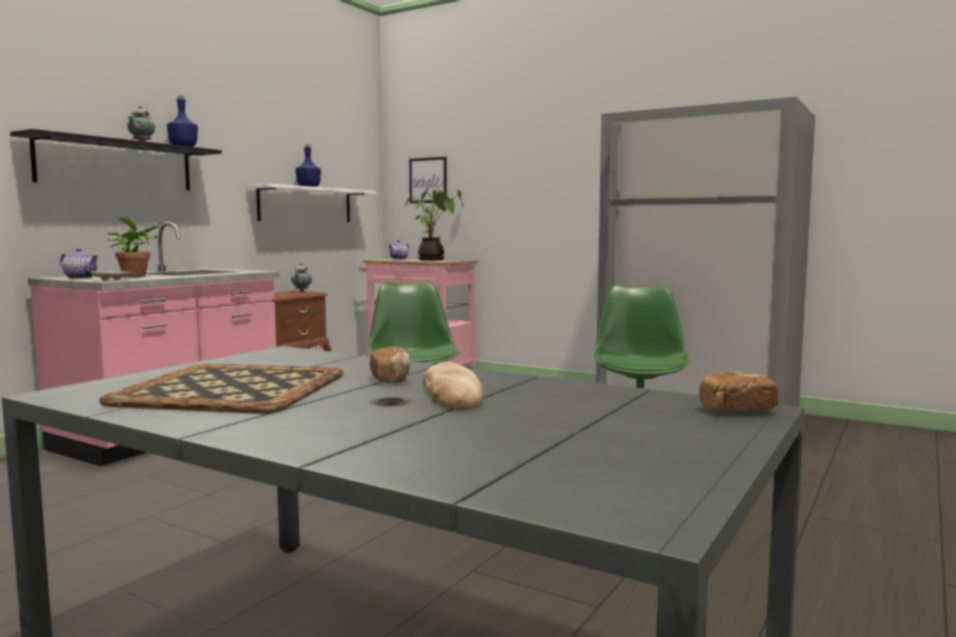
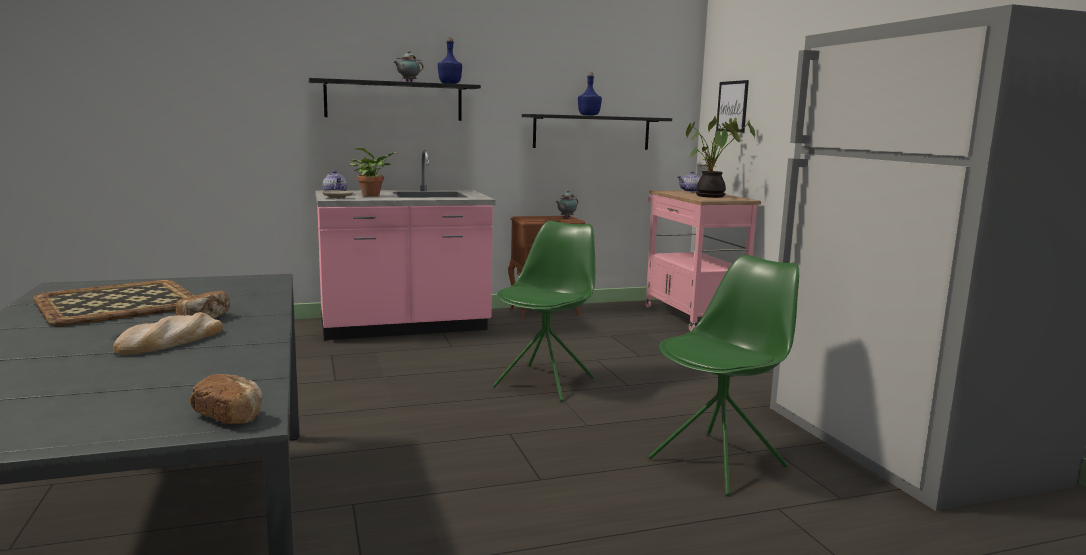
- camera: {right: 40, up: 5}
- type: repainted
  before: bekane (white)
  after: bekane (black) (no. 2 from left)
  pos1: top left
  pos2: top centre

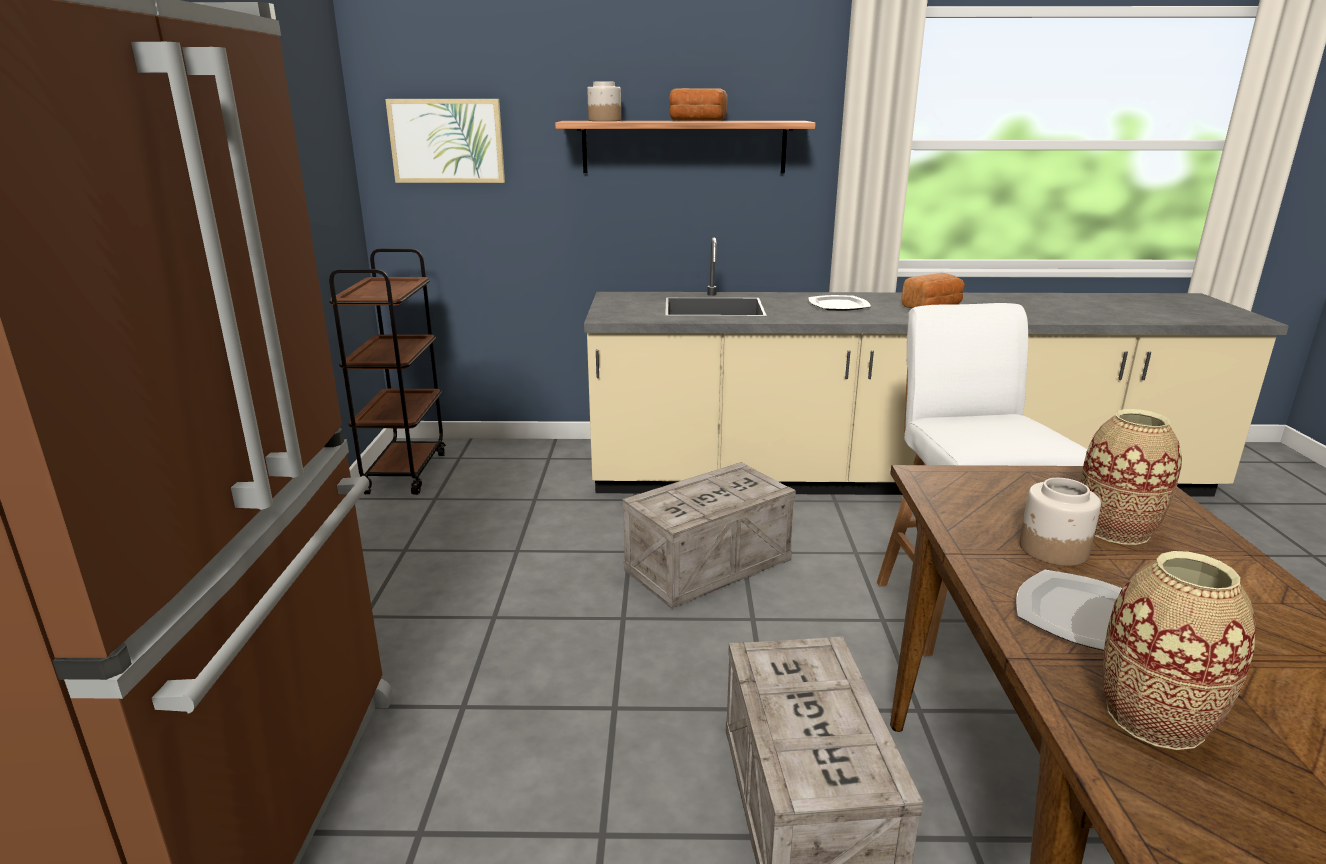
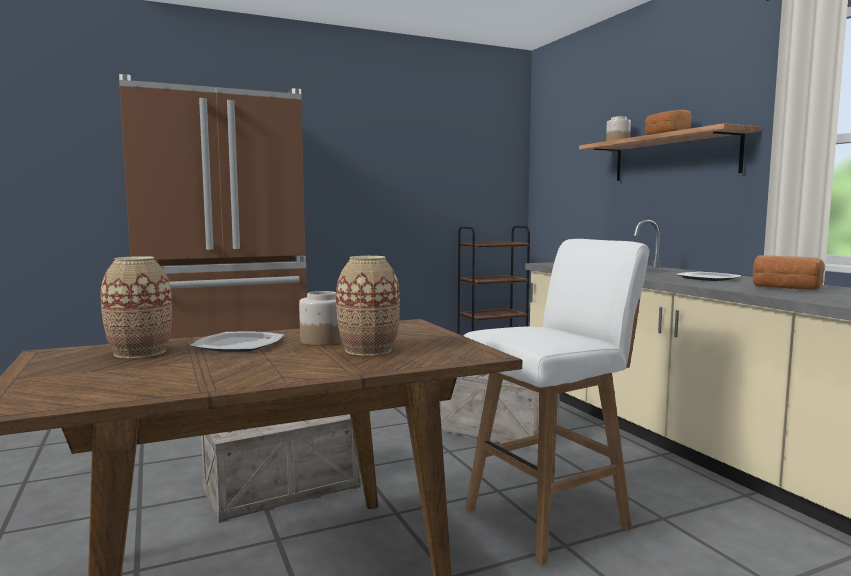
- camera: {right: 65, up: -15}
- type: gone
  before: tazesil
  pos1: top centre

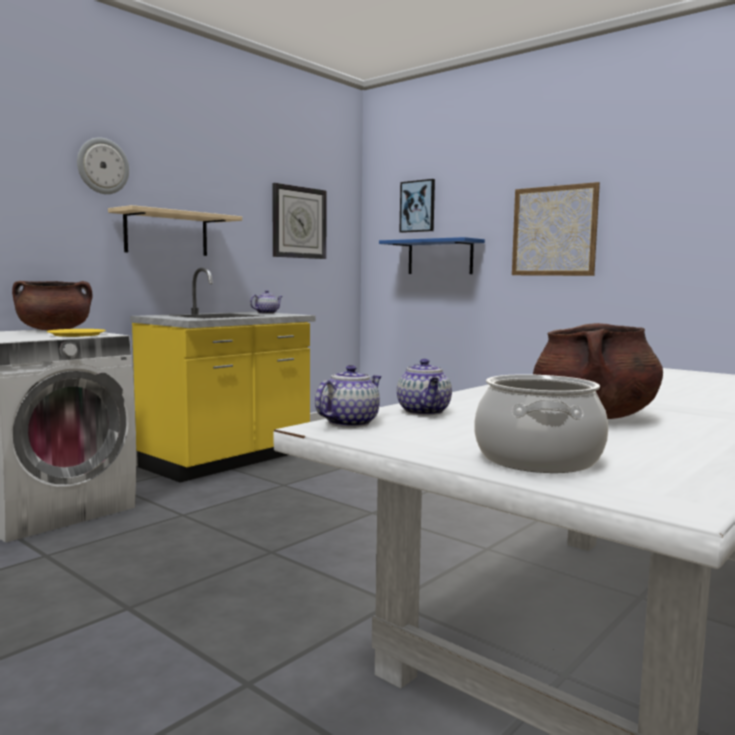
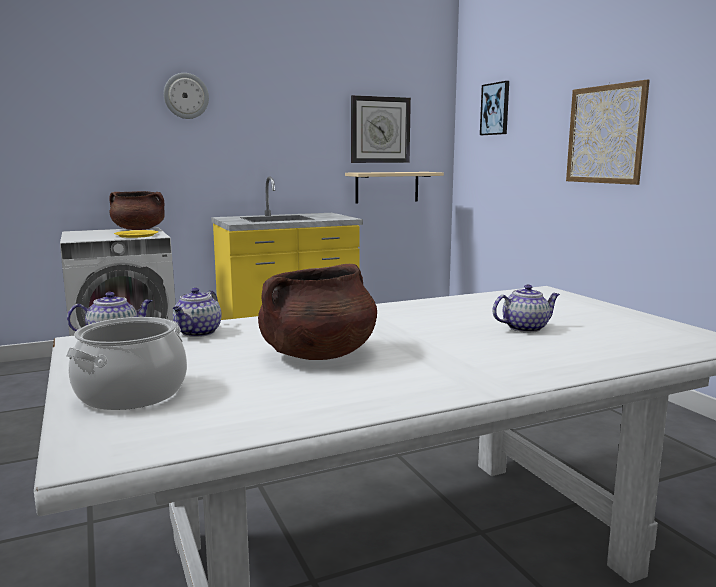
- camera: {right: 25, up: 5}
- type: gone
  before: bekane (blue)
  pos1: centre
- type: shifted
  before: bekane (beige)
  pos1: top left
  pos2: top centre
- type: shifted
  before: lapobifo (no. 1 from left in the first image)
  after: lapobifo (no. 3 from left)
  pos1: centre
  pos2: middle right

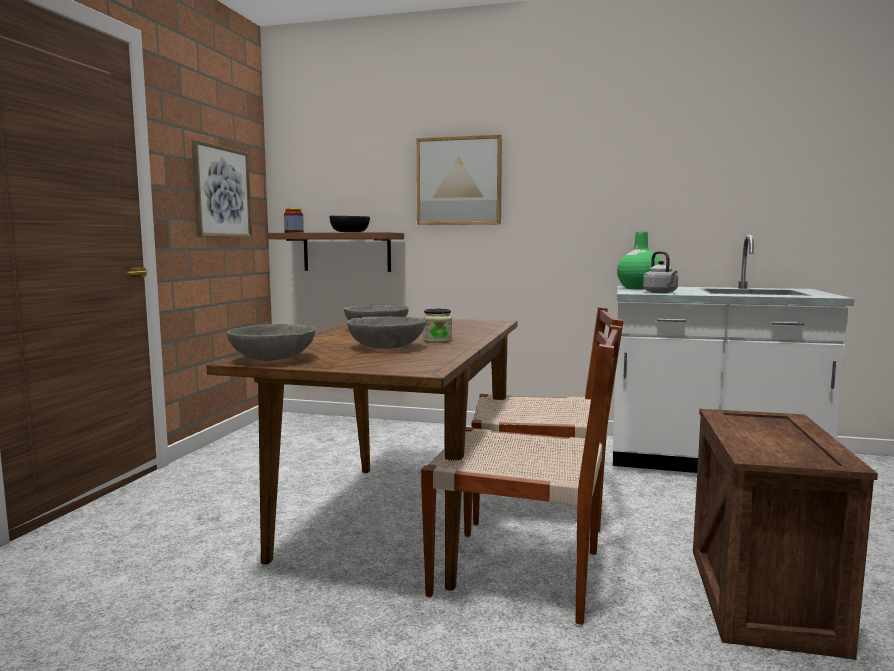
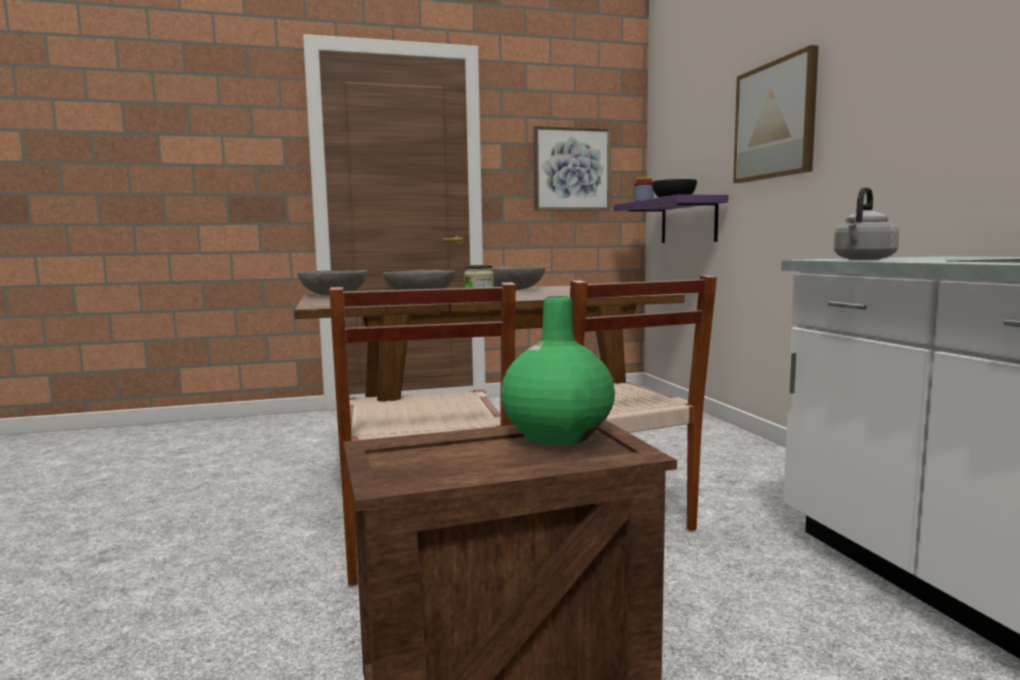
- camera: {right: 60, up: 0}
- type: shifted
  before: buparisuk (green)
  pos1: middle right
  pos2: centre
- type: repainted
  before: bekane (brown)
  after: bekane (purple)
  pos1: centre
  pos2: top centre

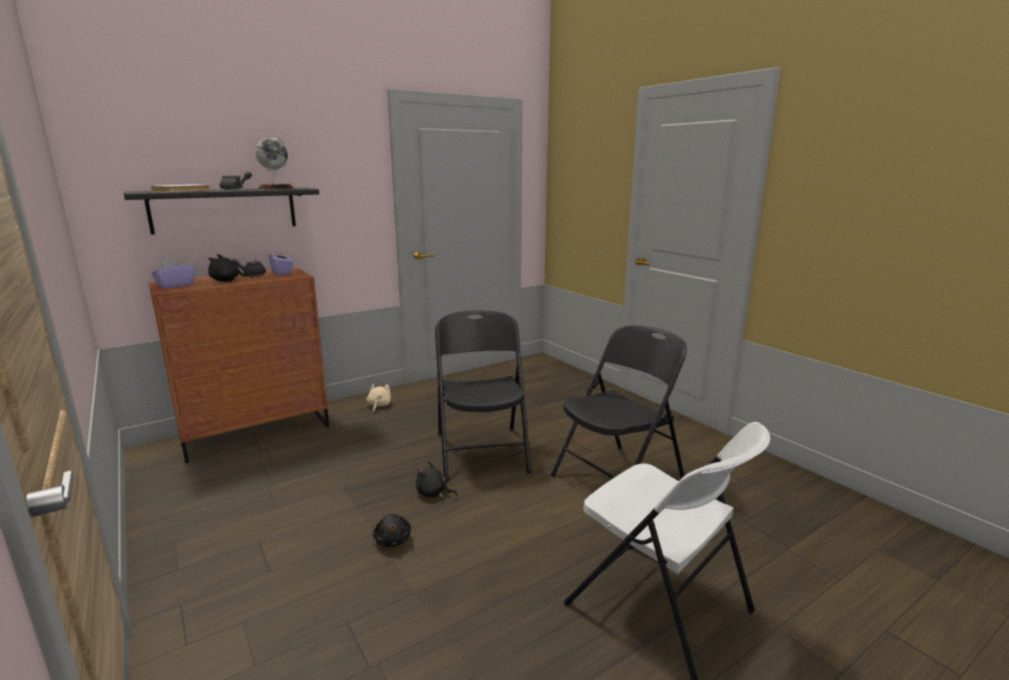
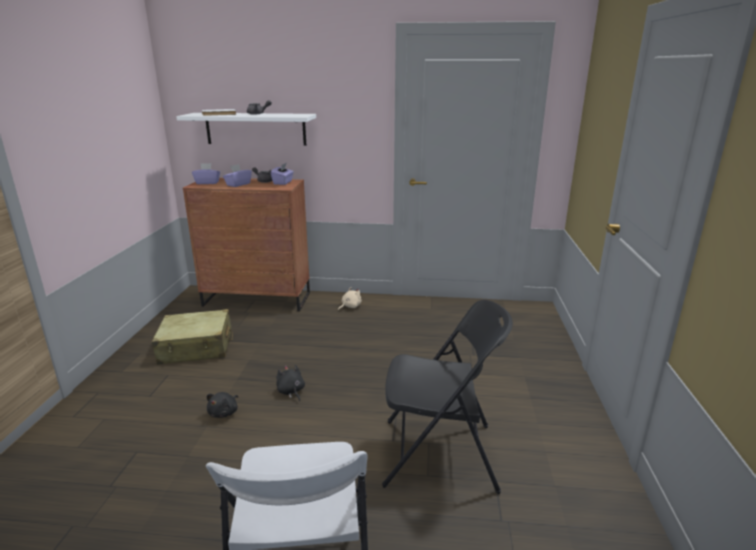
- camera: {right: 40, up: 5}
- type: gone
  before: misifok
  pos1: top left
- type: gone
  before: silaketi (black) (no. 1 from left)
  pos1: centre
- type: new
  after: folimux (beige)
  pos2: middle left
- type: swapped
  before: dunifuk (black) (no. 1 from left)
  after: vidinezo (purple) (no. 2 from left)
  pos1: middle left
  pos2: top left
- type: repainted
  before: bekane (black)
  after: bekane (white)
  pos1: top left
  pos2: top left

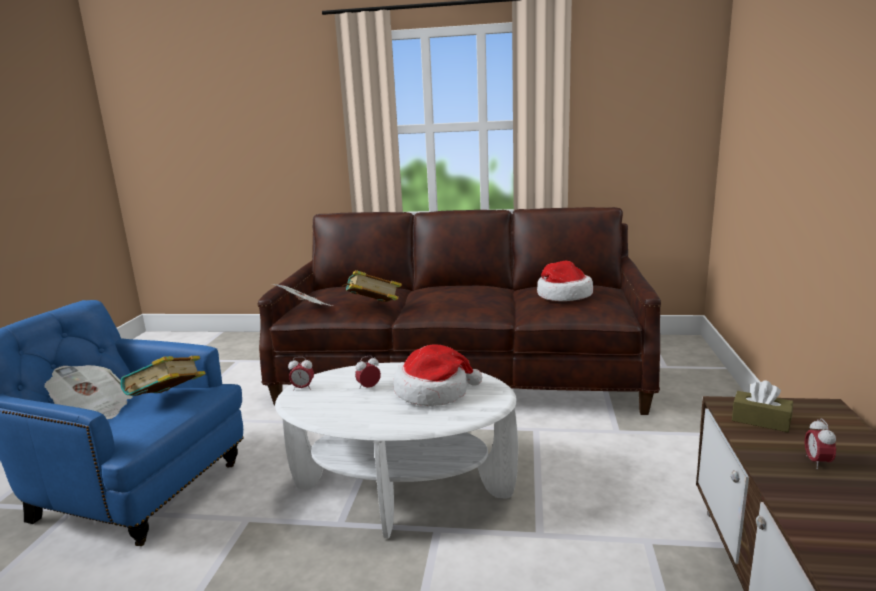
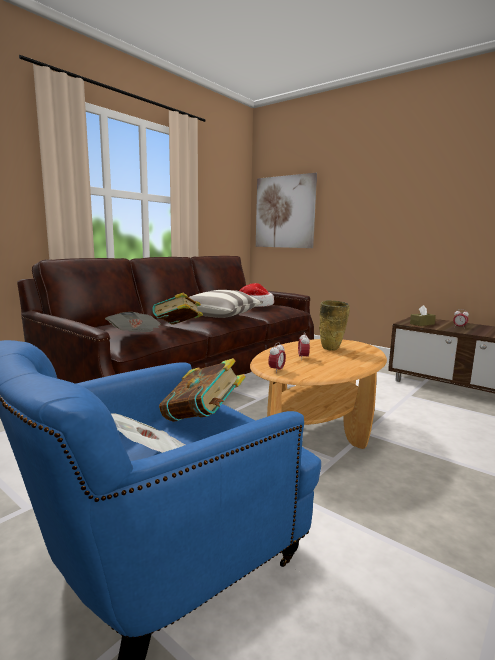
- camera: {right: -60, up: -5}
- type: new
  after: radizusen
  pos2: centre
- type: new
  after: tazesil
  pos2: top centre
- type: swapped
  before: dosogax (no. 1 from left)
  after: buparisuk (beige)
  pos1: centre
  pos2: middle right
- type: repainted
  before: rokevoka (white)
  after: rokevoka (brown)
  pos1: bottom centre
  pos2: centre

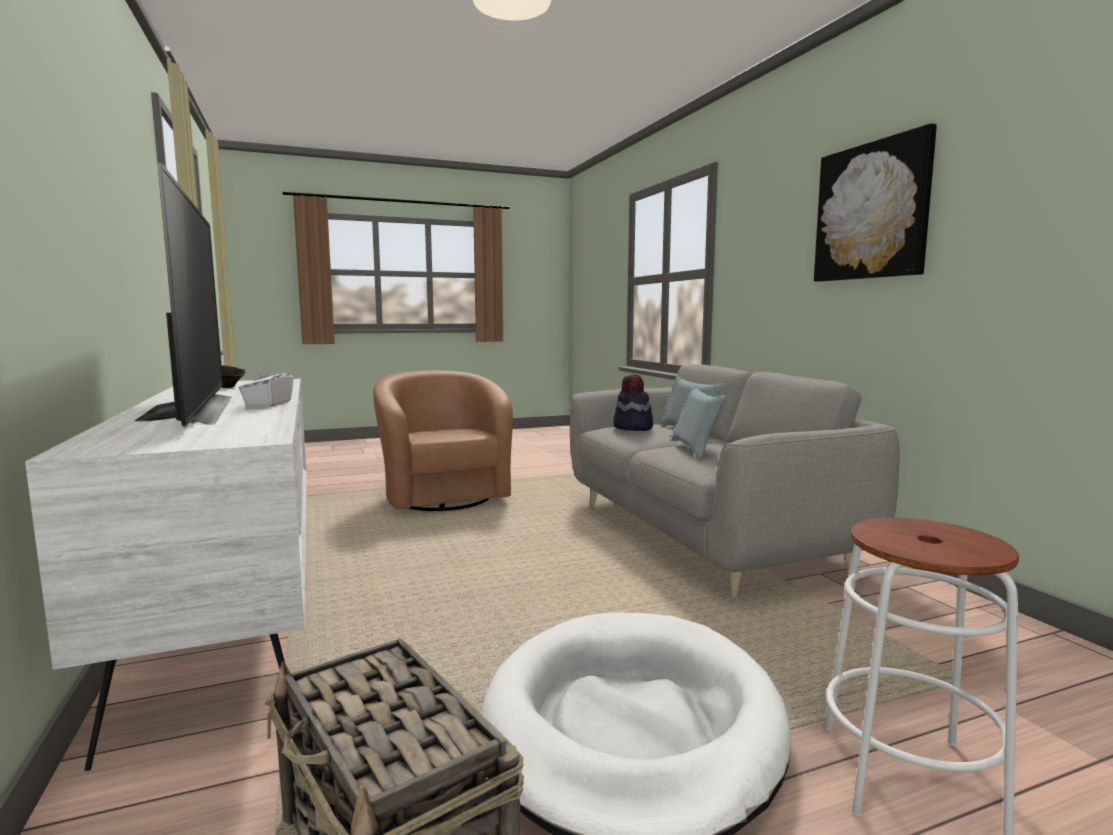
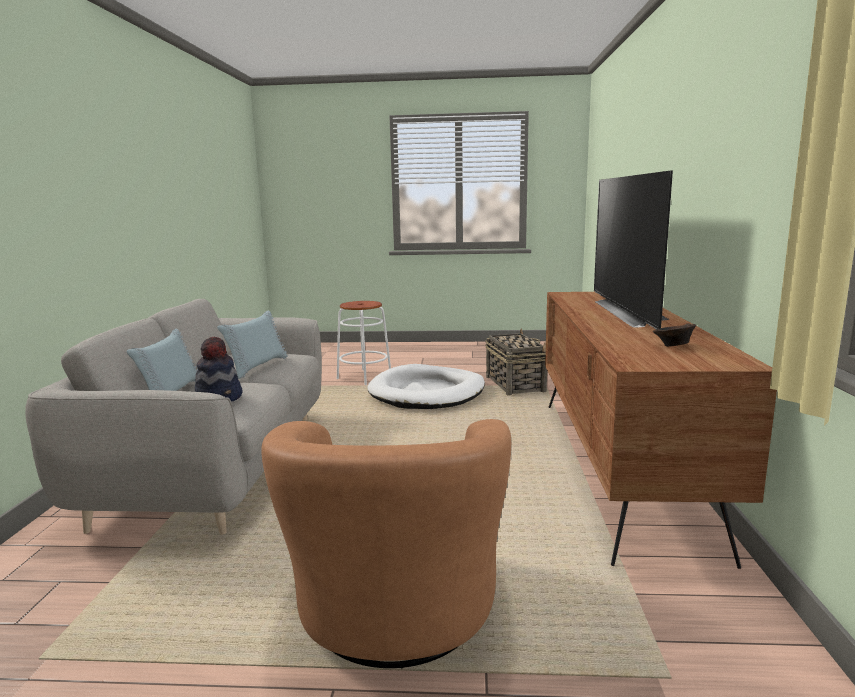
- camera: {right: -155, up: 5}
- type: gone
  before: vidinezo (white)
  pos1: middle left
- type: gone
  before: tazesil
  pos1: top right
- type: repainted
  before: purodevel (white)
  after: purodevel (brown)
  pos1: bottom left
  pos2: middle right

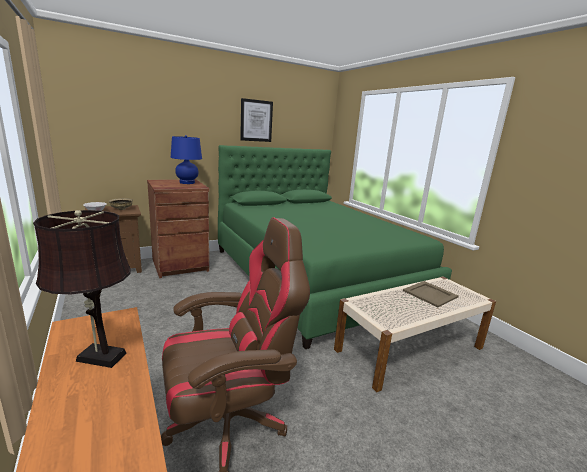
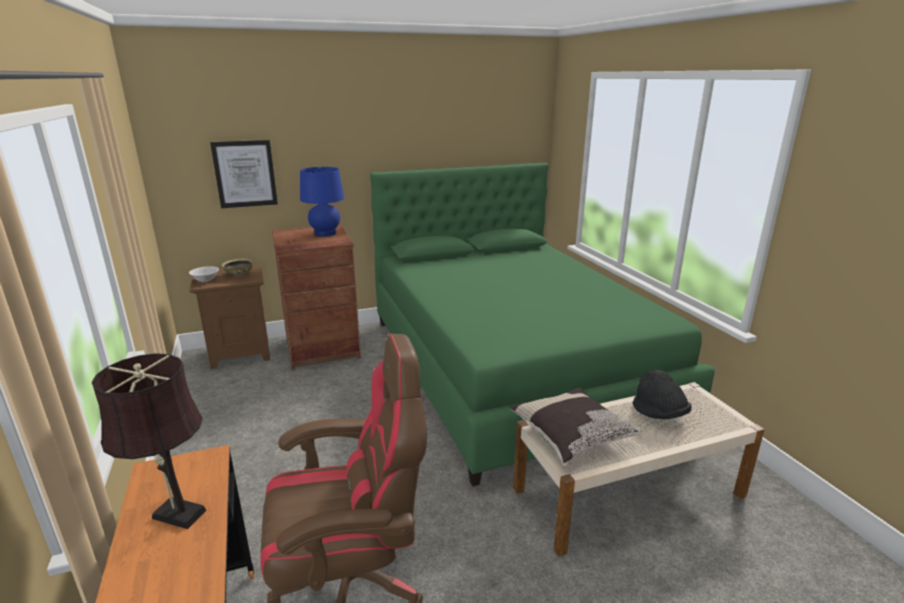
- camera: {right: 10, up: 5}
- type: new
  after: radizusen
  pos2: bottom centre
- type: shifted
  before: tazesil
  pos1: top centre
  pos2: top left
- type: swapped
  before: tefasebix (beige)
  after: dosogax (black)
  pos1: middle right
  pos2: middle right

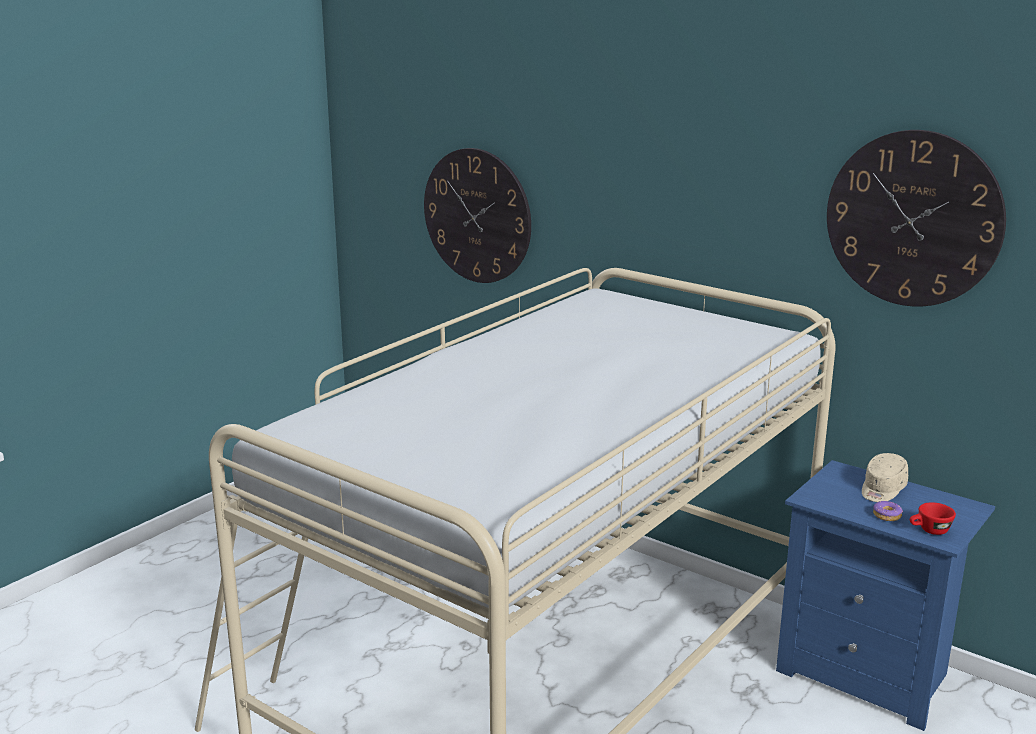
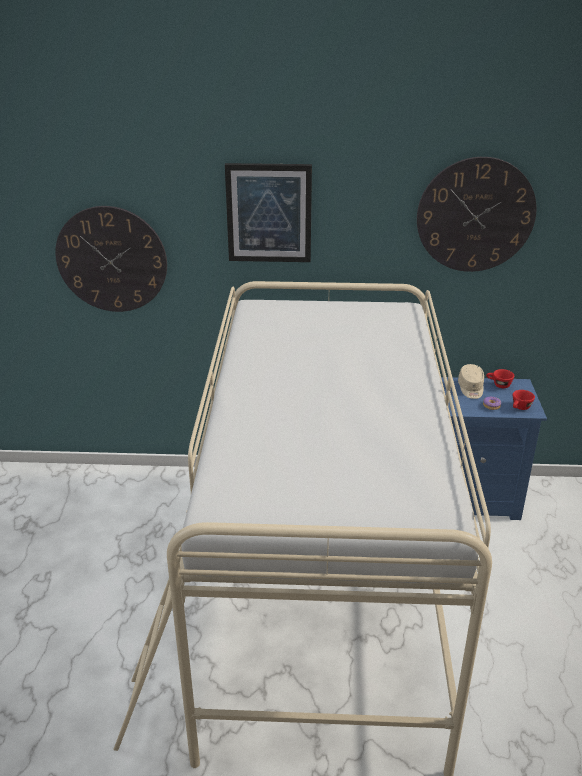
- camera: {right: -35, up: 10}
- type: new
  after: tazesil
  pos2: top centre
- type: new
  after: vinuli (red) (no. 1 from left)
  pos2: middle right

